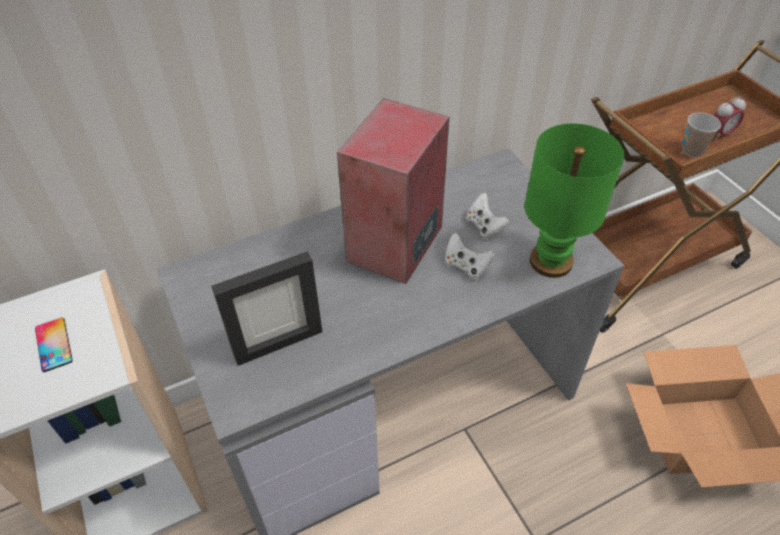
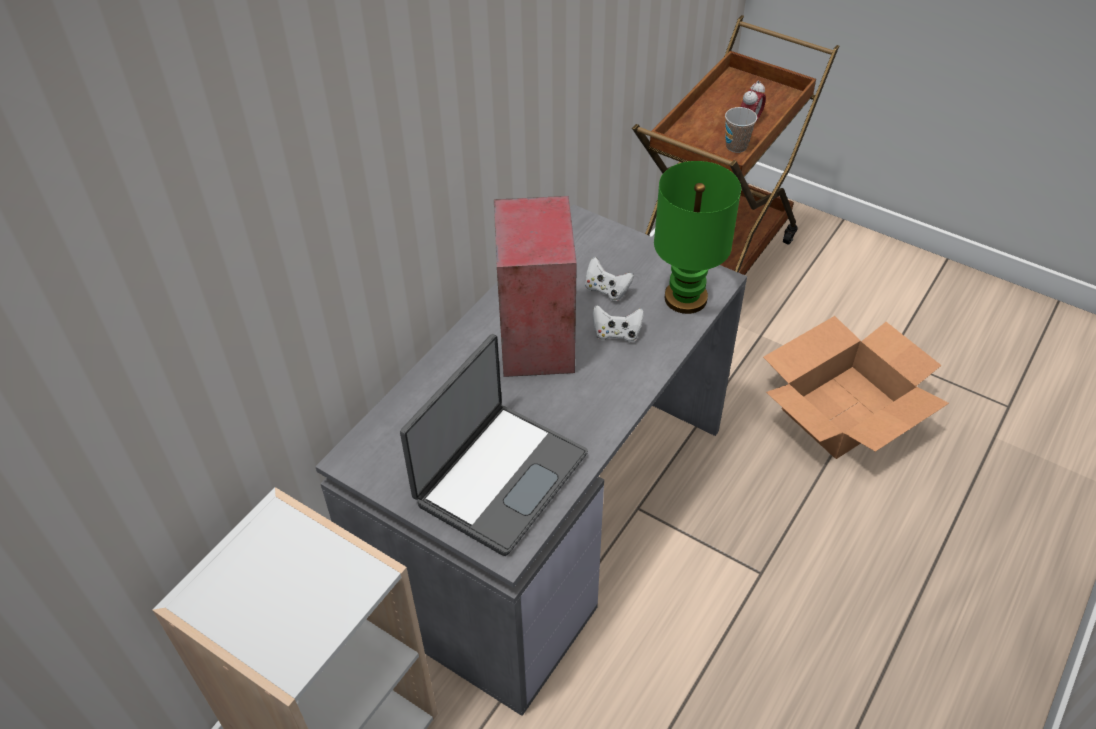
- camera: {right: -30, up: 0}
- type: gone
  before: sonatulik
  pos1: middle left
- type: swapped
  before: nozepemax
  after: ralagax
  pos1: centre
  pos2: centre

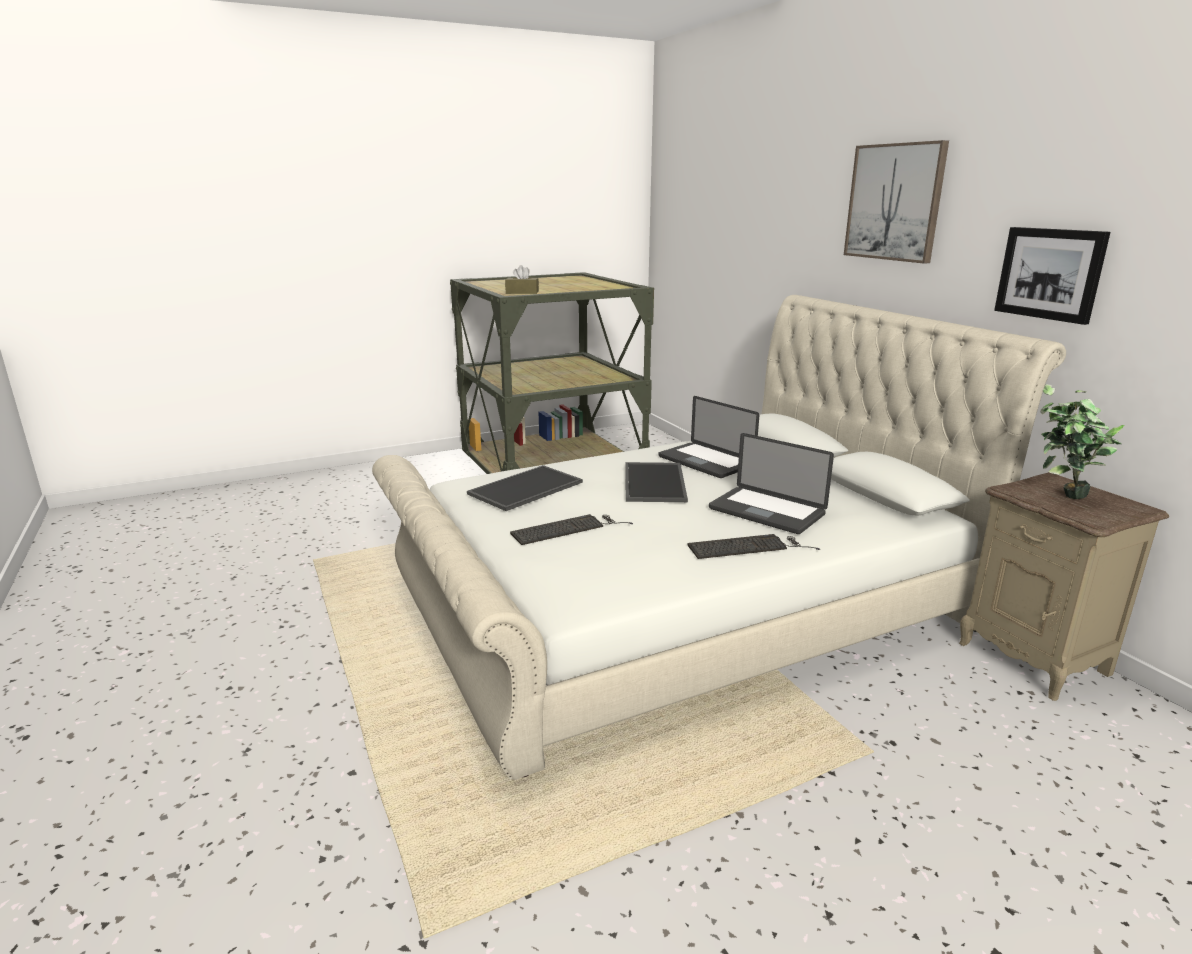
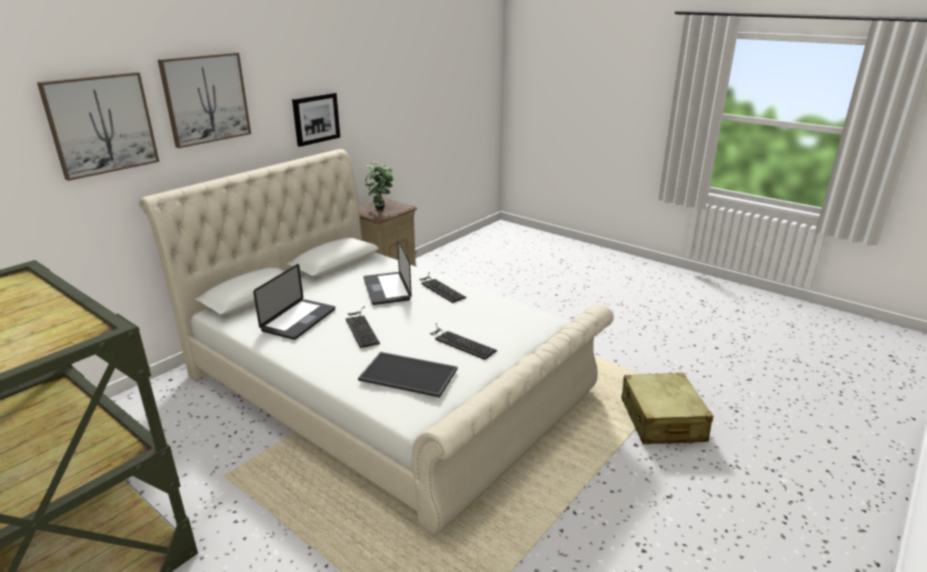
- camera: {right: -115, up: 5}
- type: gone
  before: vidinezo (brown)
  pos1: top centre
- type: new
  after: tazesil (no. 1 from left)
  pos2: top left
- type: new
  after: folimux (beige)
  pos2: bottom right
- type: swapped
  before: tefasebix (no. 2 from left)
  after: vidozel (no. 1 from left)
  pos1: centre
  pos2: centre
- type: rotated
  before: ralagax (no. 2 from left)
  pos1: centre
  pos2: centre
  turn: 150

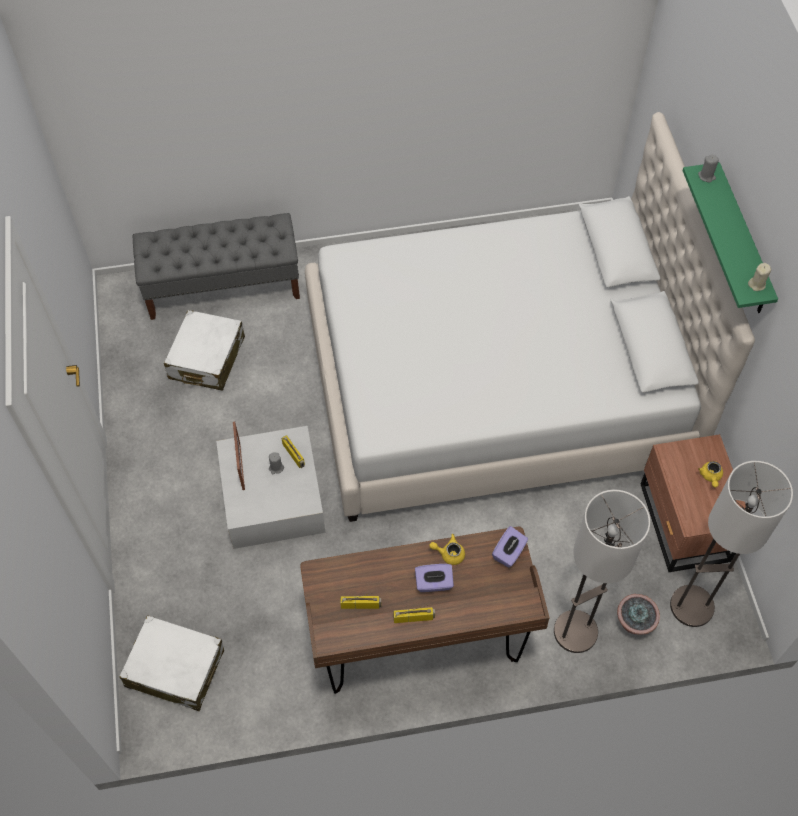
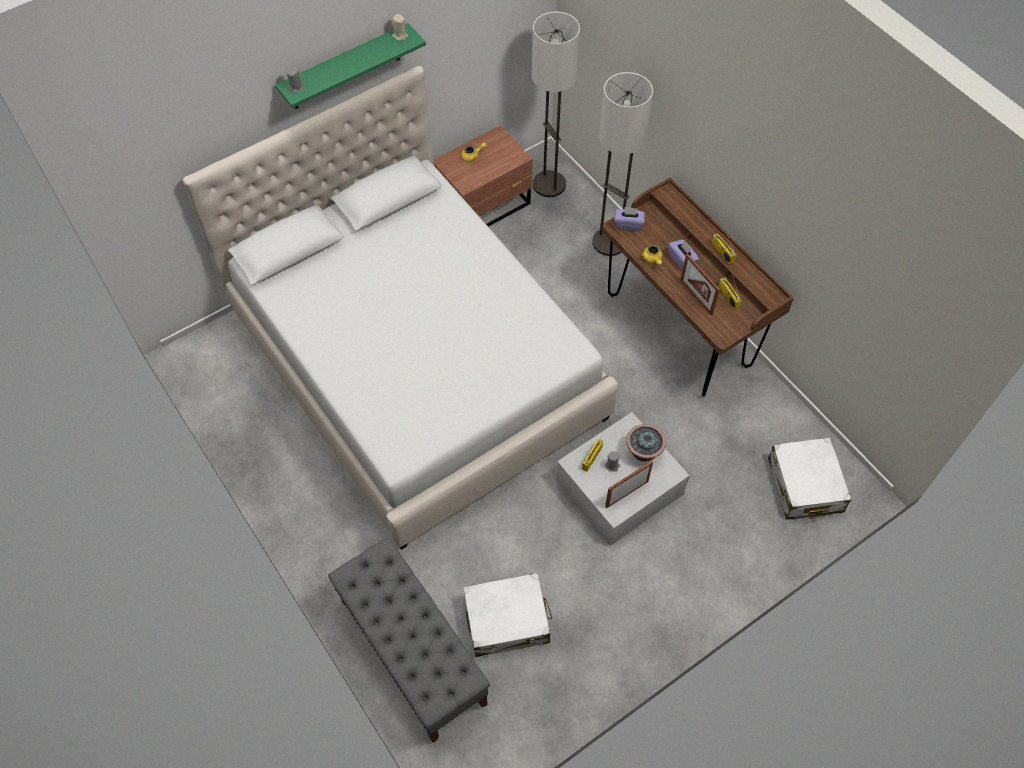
- camera: {right: -115, up: 0}
- type: new
  after: nozepemax (no. 2 from left)
  pos2: middle right
- type: shifted
  before: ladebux
  pos1: bottom right
  pos2: centre

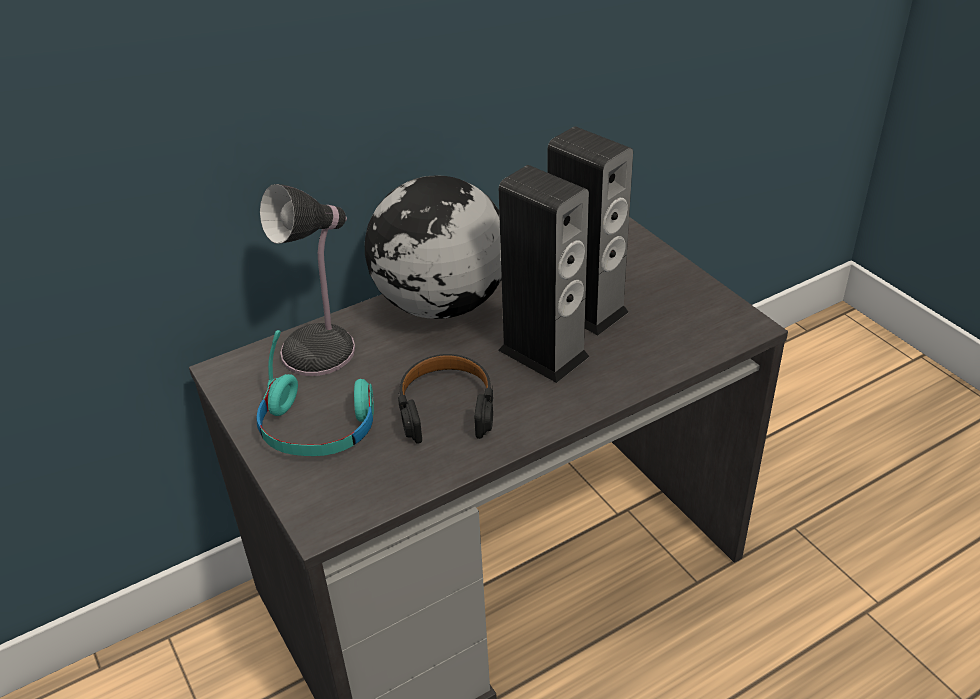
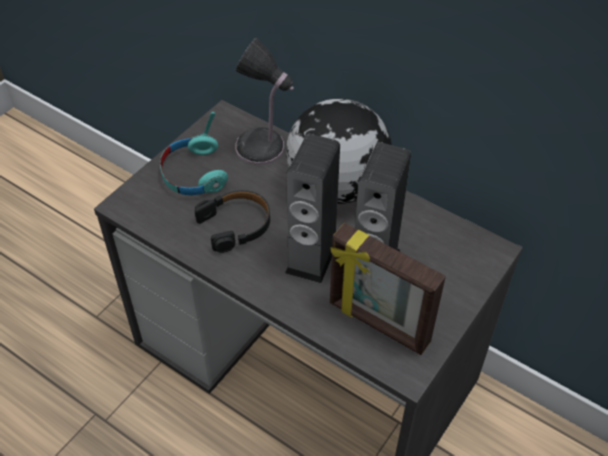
- camera: {right: 65, up: 10}
- type: new
  after: nozepemax
  pos2: centre

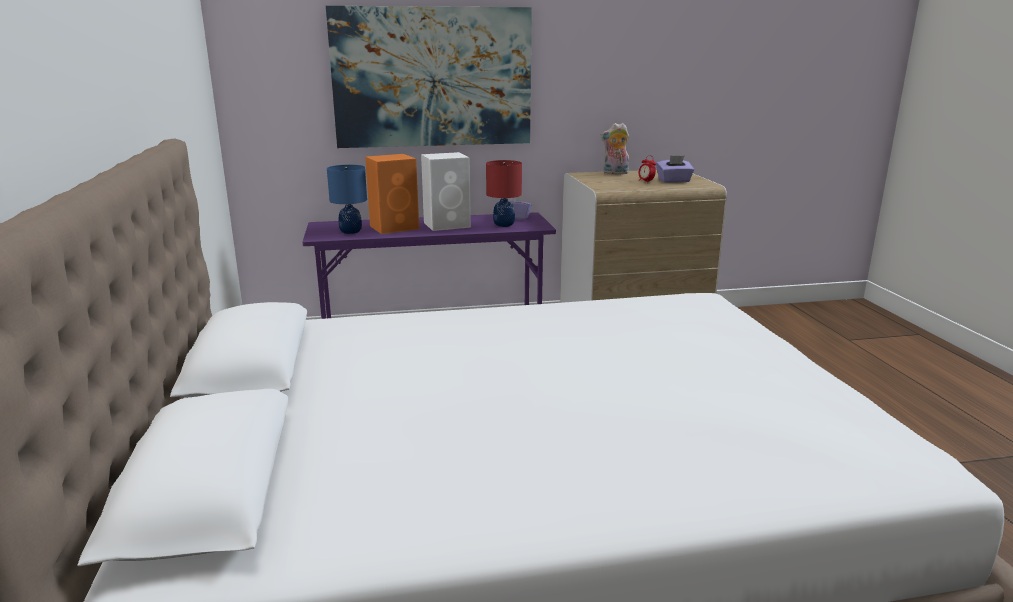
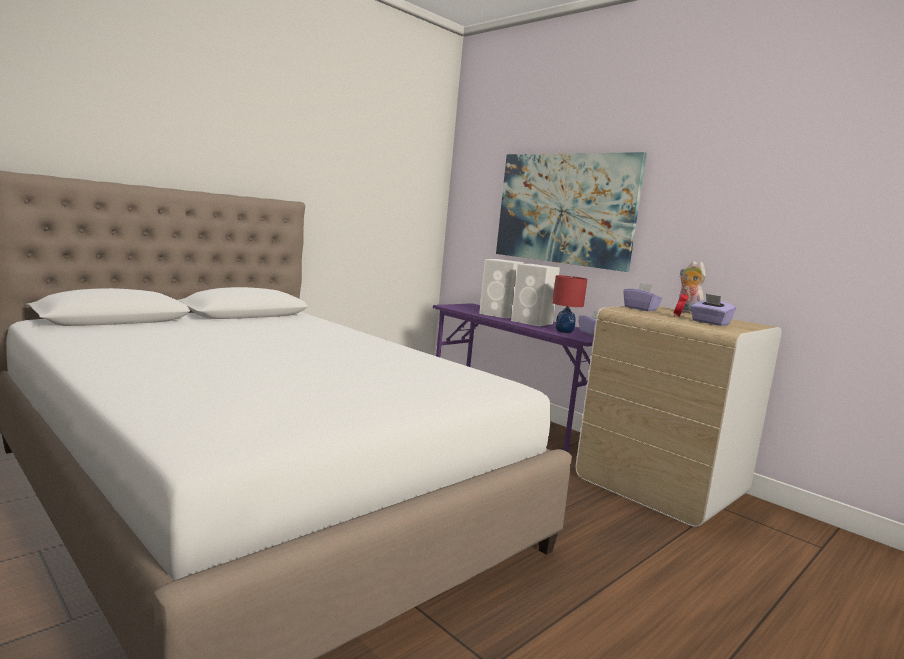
- camera: {right: 55, up: -10}
- type: gone
  before: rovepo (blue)
  pos1: top centre
- type: new
  after: vidinezo (purple) (no. 2 from left)
  pos2: middle right
- type: repainted
  before: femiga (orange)
  after: femiga (white) (no. 1 from left)
  pos1: top centre
  pos2: centre

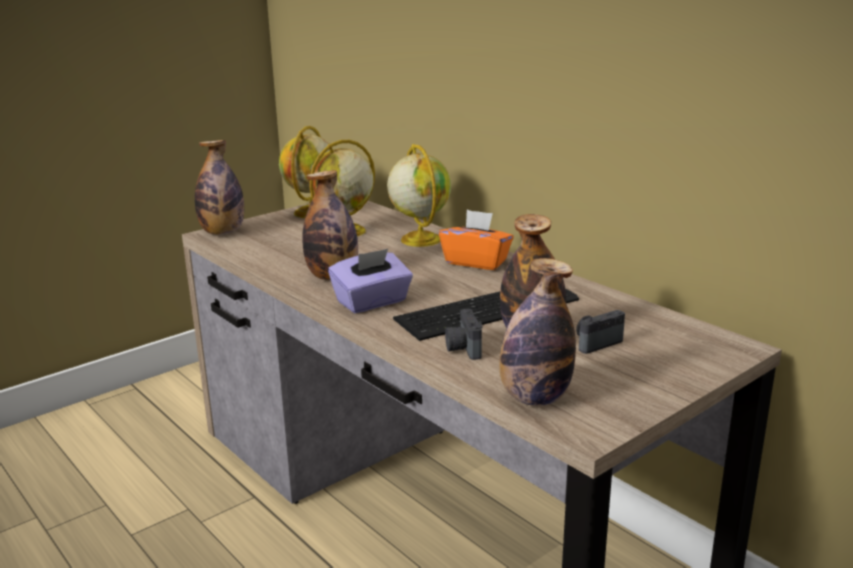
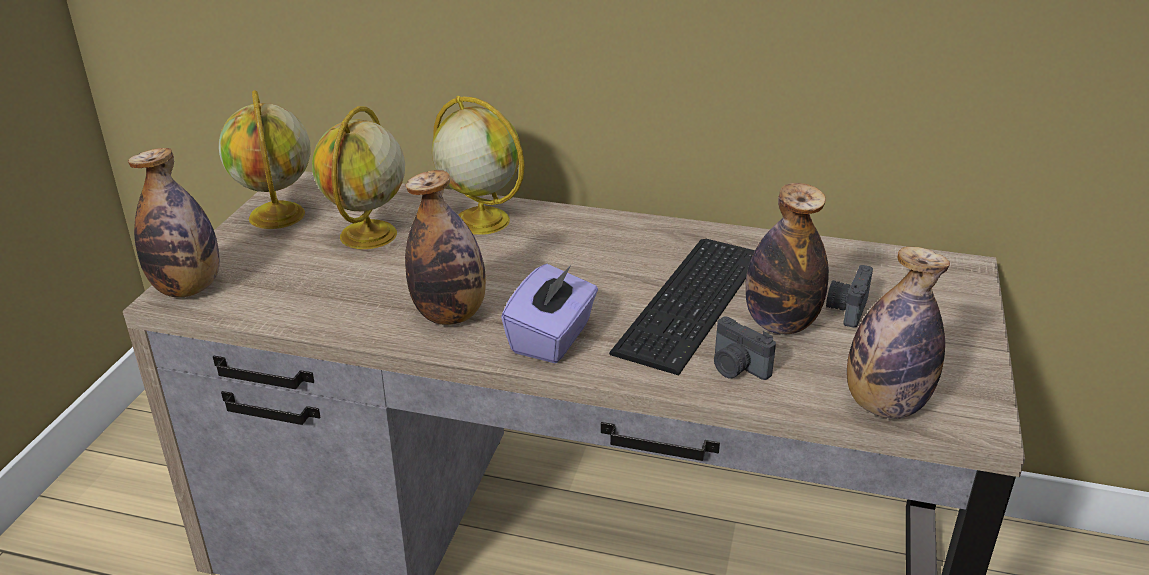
- camera: {right: -35, up: 10}
- type: gone
  before: vidinezo (orange)
  pos1: centre

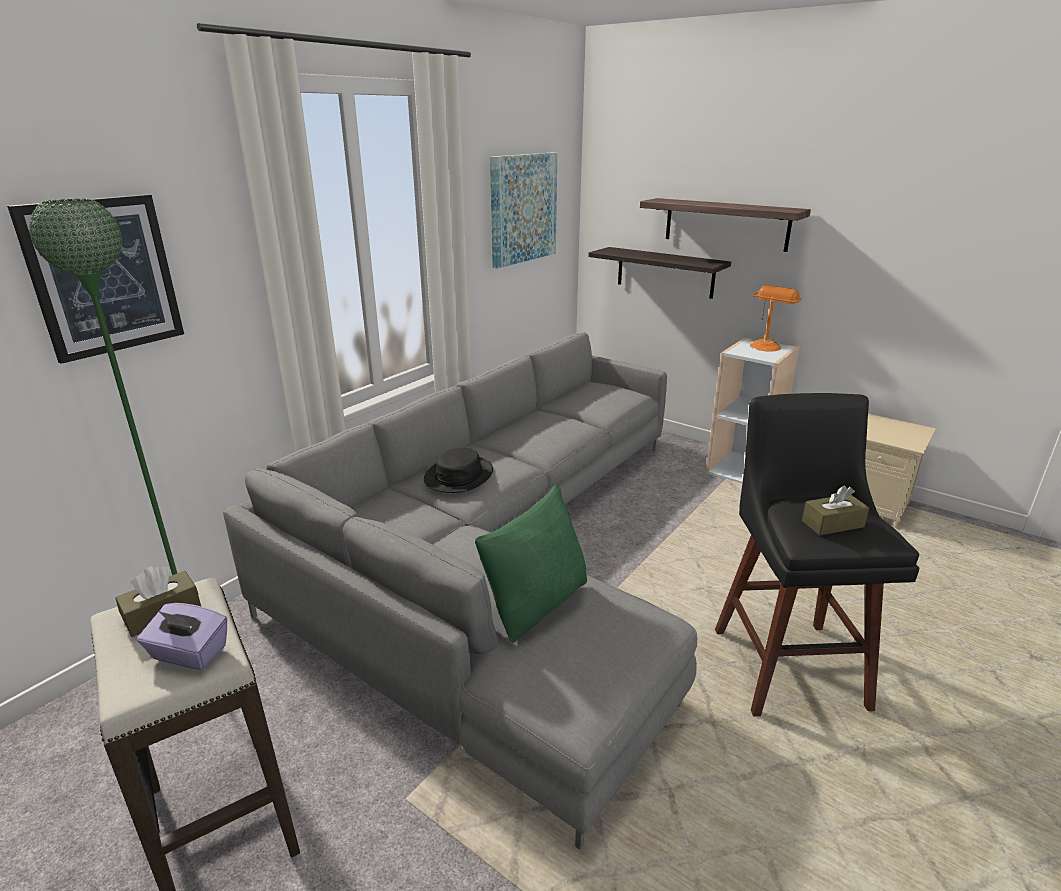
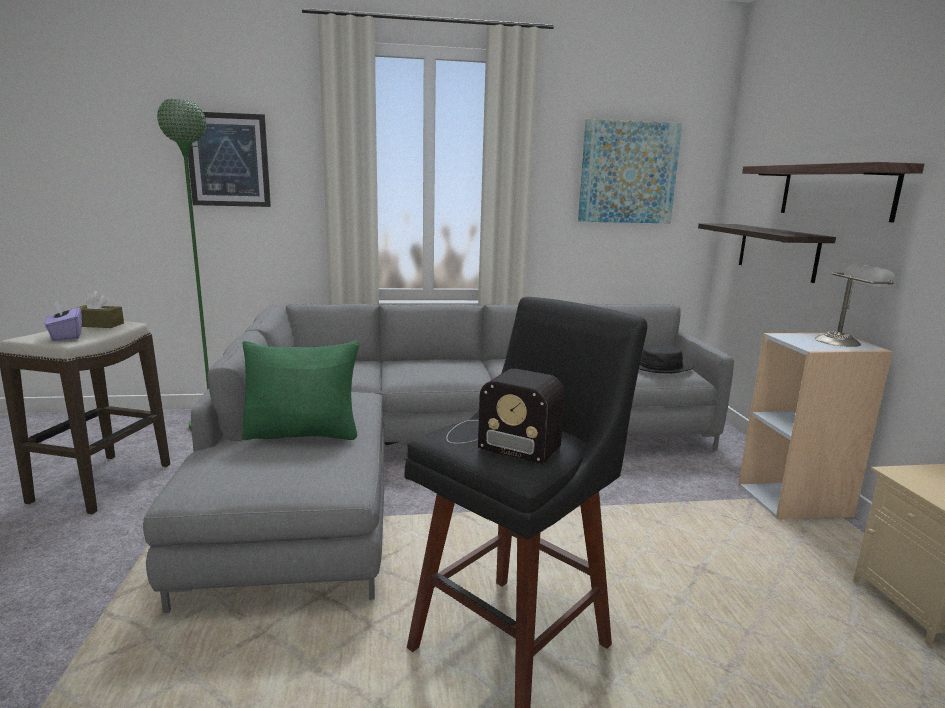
- camera: {right: 45, up: -10}
- type: shifted
  before: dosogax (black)
  pos1: centre
  pos2: middle right
- type: swapped
  before: vidinezo (brown) (no. 2 from left)
  after: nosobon
  pos1: middle right
  pos2: centre
- type: repainted
  before: rovepo (orange)
  after: rovepo (white)
  pos1: middle right
  pos2: middle right

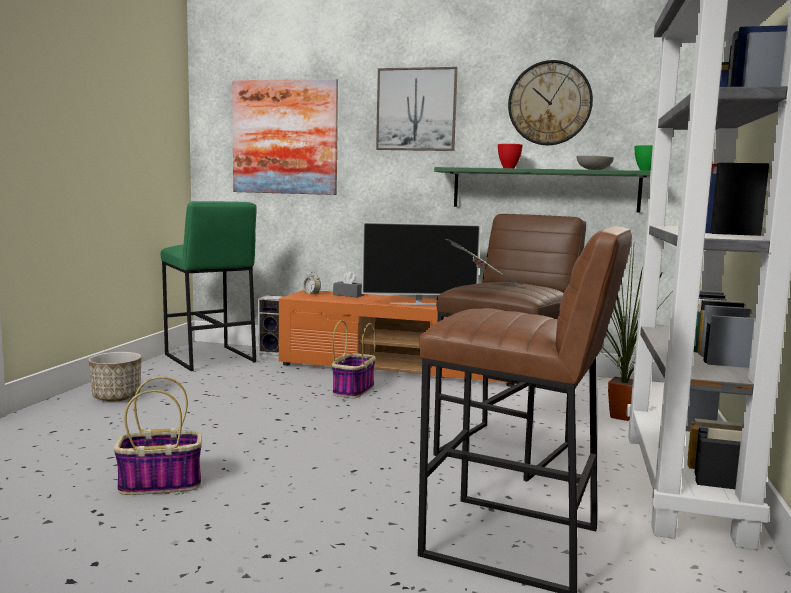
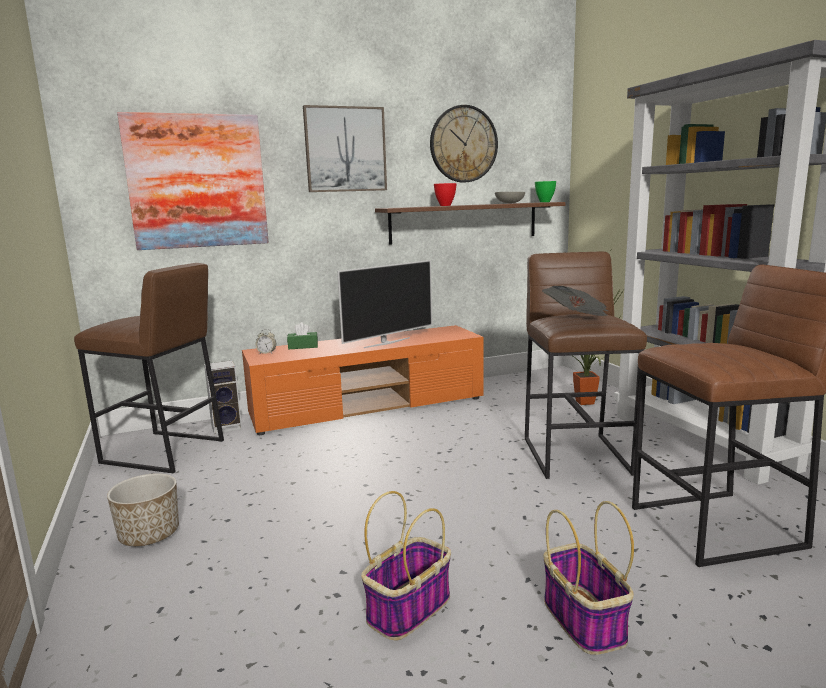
- camera: {right: -35, up: 5}
- type: shifted
  before: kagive (no. 2 from left)
  pos1: centre
  pos2: bottom right
- type: repainted
  before: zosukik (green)
  after: zosukik (brown) (no. 1 from left)
  pos1: middle left
  pos2: middle left
- type: repainted
  before: vidinezo (grey)
  after: vidinezo (green)
  pos1: centre
  pos2: centre
- type: repainted
  before: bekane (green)
  after: bekane (brown)
  pos1: top right
  pos2: top centre

